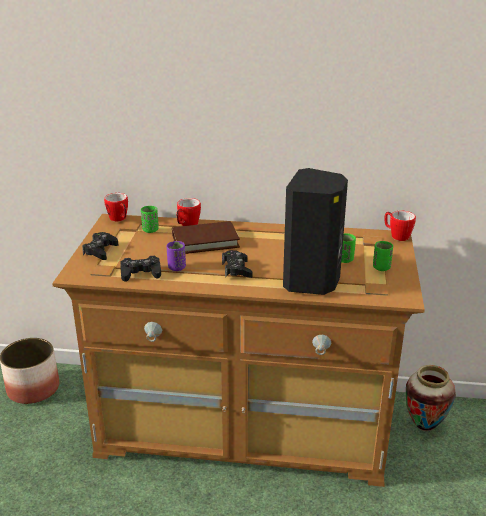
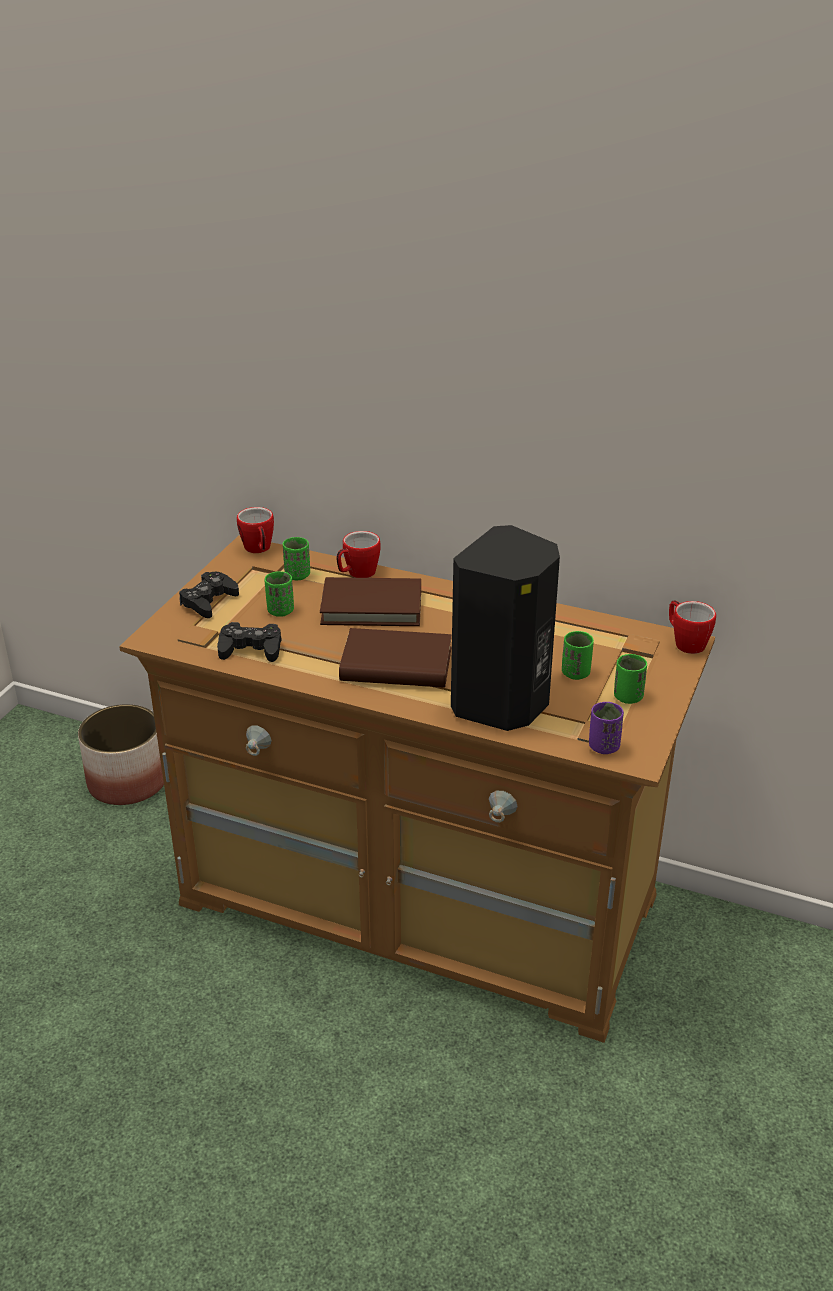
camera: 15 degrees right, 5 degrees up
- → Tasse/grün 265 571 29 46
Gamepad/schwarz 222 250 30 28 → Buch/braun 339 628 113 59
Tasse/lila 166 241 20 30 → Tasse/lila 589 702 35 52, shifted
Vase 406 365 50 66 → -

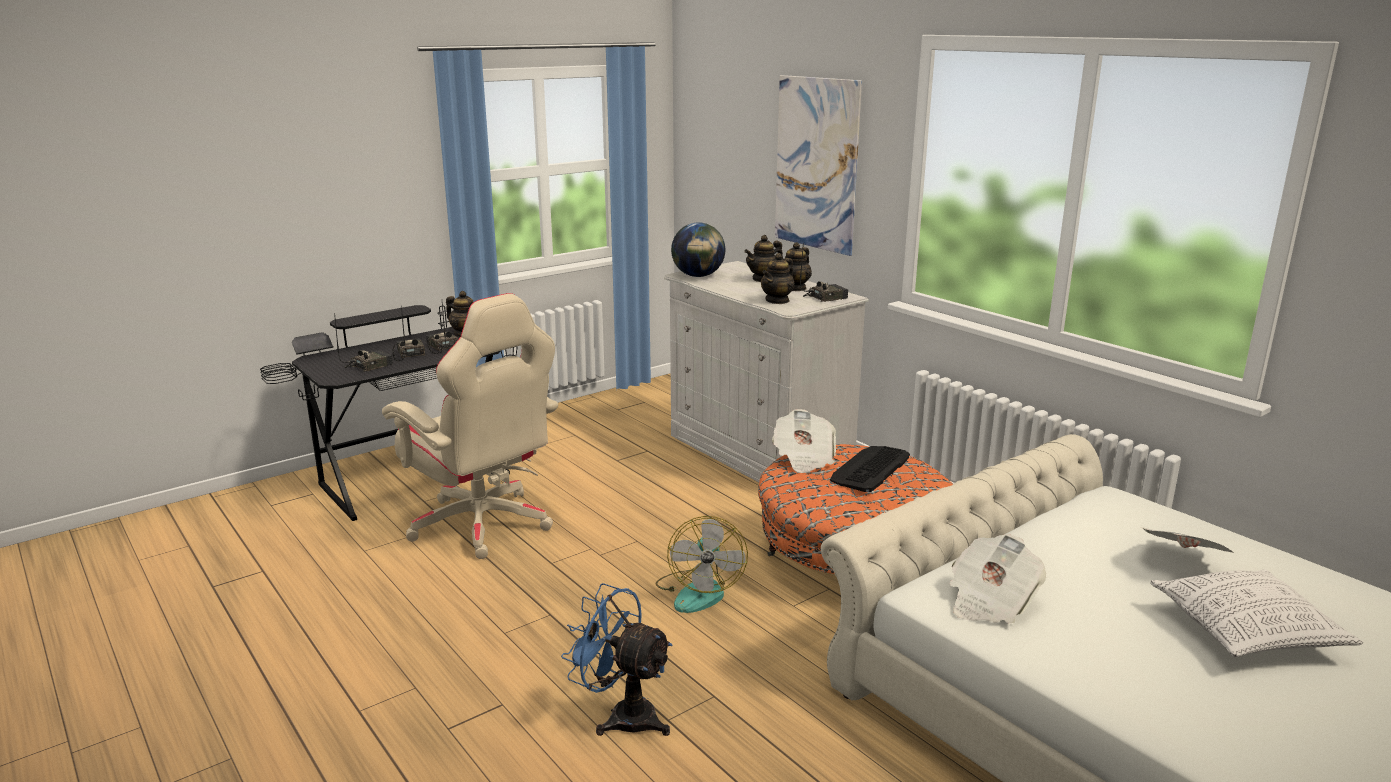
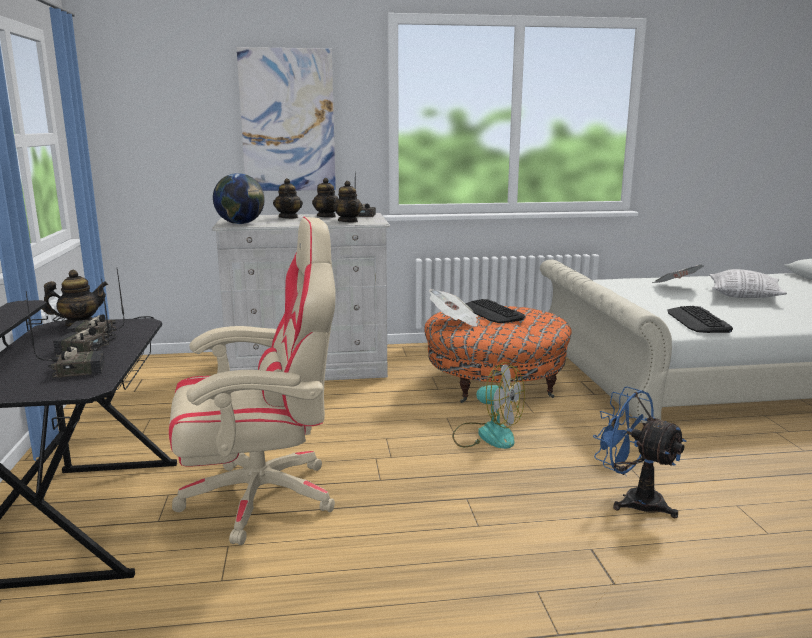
camera: 60 degrees left, 5 degrees down
Radio 334 313 59 59 → Radio 26 291 79 87, 90 degrees clockwise
Ventilator/blau 561 583 112 153 → Ventilator/blau 593 386 94 132, 75 degrees clockwise
Zeitung 950 534 96 90 → Tastatur 667 306 66 27

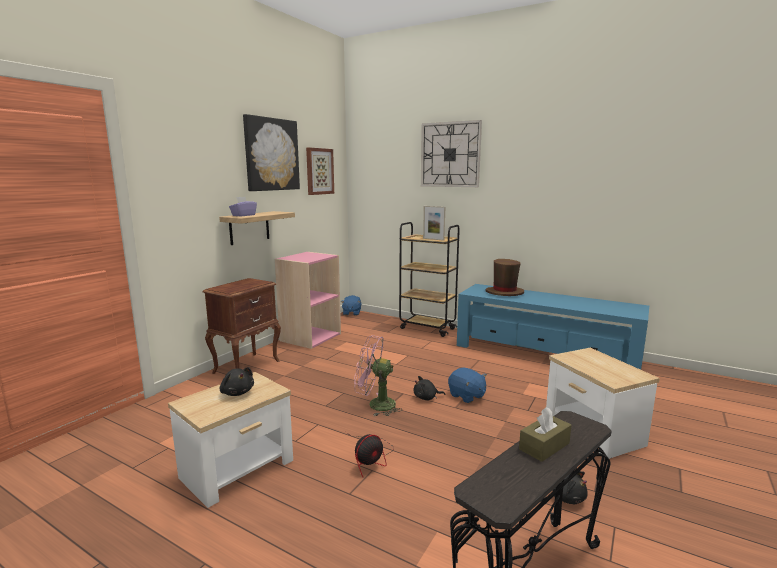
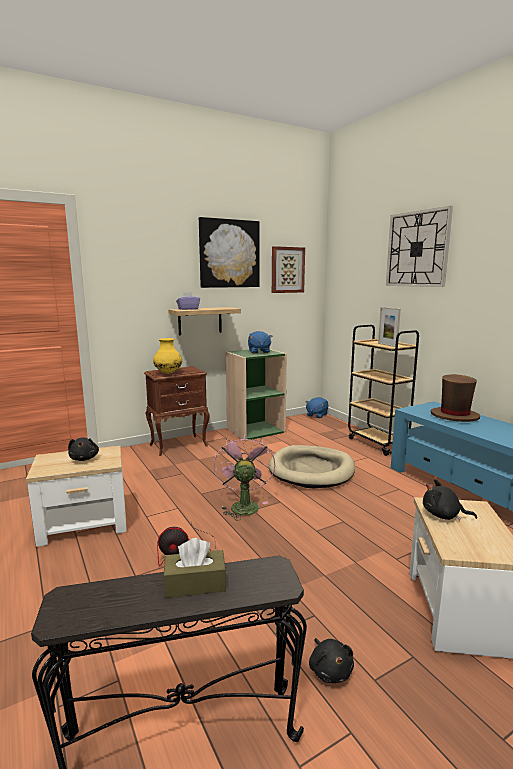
camera: 30 degrees right, 0 degrees up
- → Vase/gelb 153 338 29 36
Ventilator/rosa 354 335 48 81 → Ventilator/rosa 214 434 61 86, 45 degrees clockwise
Bücherregal/rosa 275 252 66 97 → Bücherregal/grün 226 349 61 92
Plüschtier/blau 448 367 39 36 → Plüschtier/blau 248 331 24 23, shifted
- → Hundebett/beige 269 445 86 43
Plüschtier/schwarz 414 376 31 24 → Plüschtier/schwarz 423 479 54 41, shifted

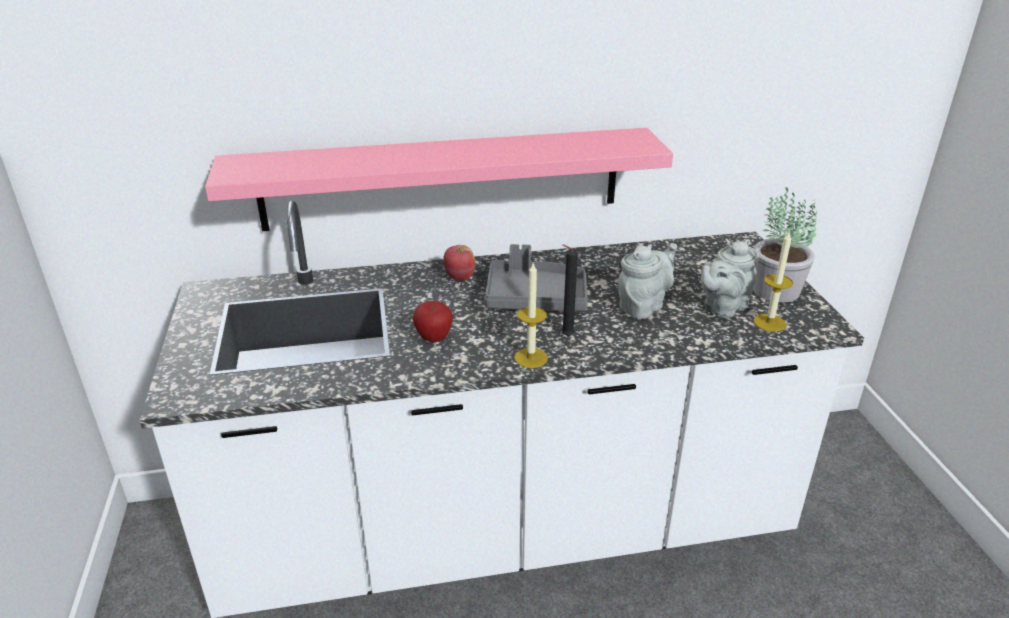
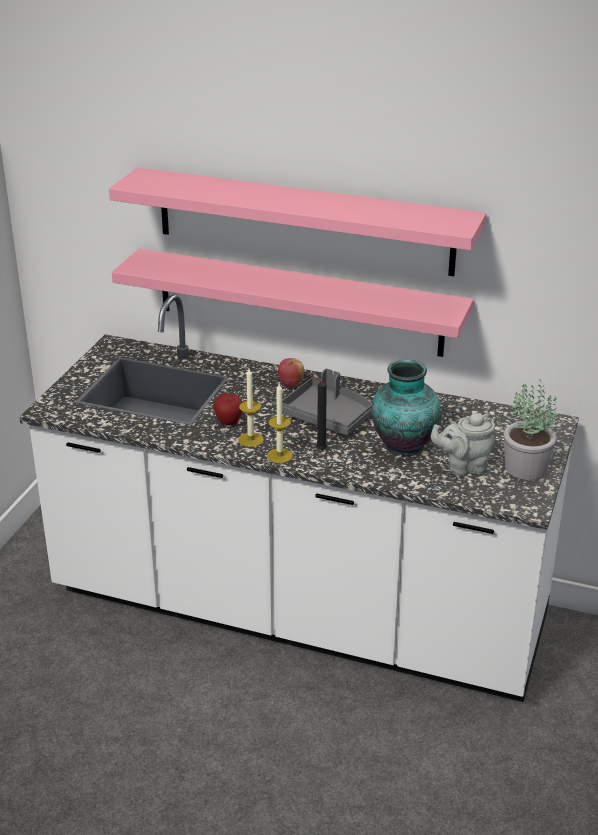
camera: 30 degrees right, 0 degrees up
- → Wandregal/rosa 109 167 377 109
Kerze 753 231 40 101 → Kerze 238 368 26 79, shifted
Teekanne/grau 618 243 59 76 → Vase 371 360 70 96

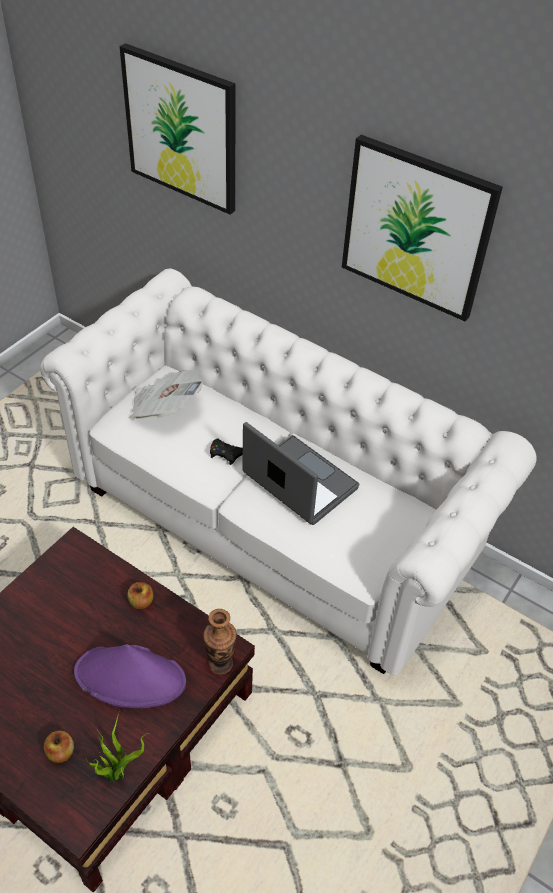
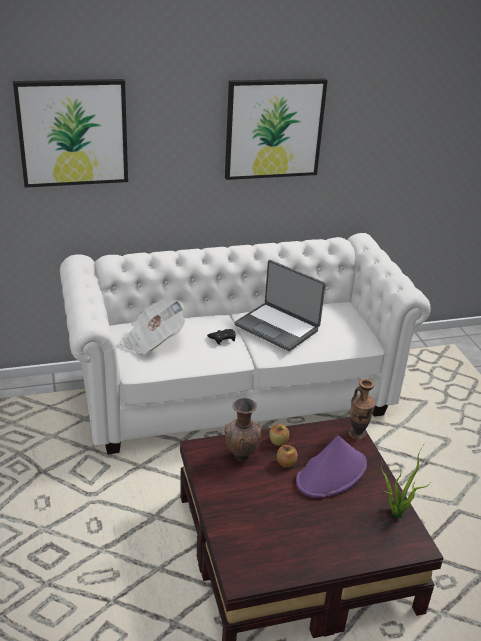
camera: 50 degrees left, 15 degrees down
- → Vase/braun 225 398 37 64
Laptop 242 422 117 103 → Laptop 234 260 92 91, 135 degrees counterclockwise
Apfel 44 731 30 32 → Apfel 277 445 21 23, shifted

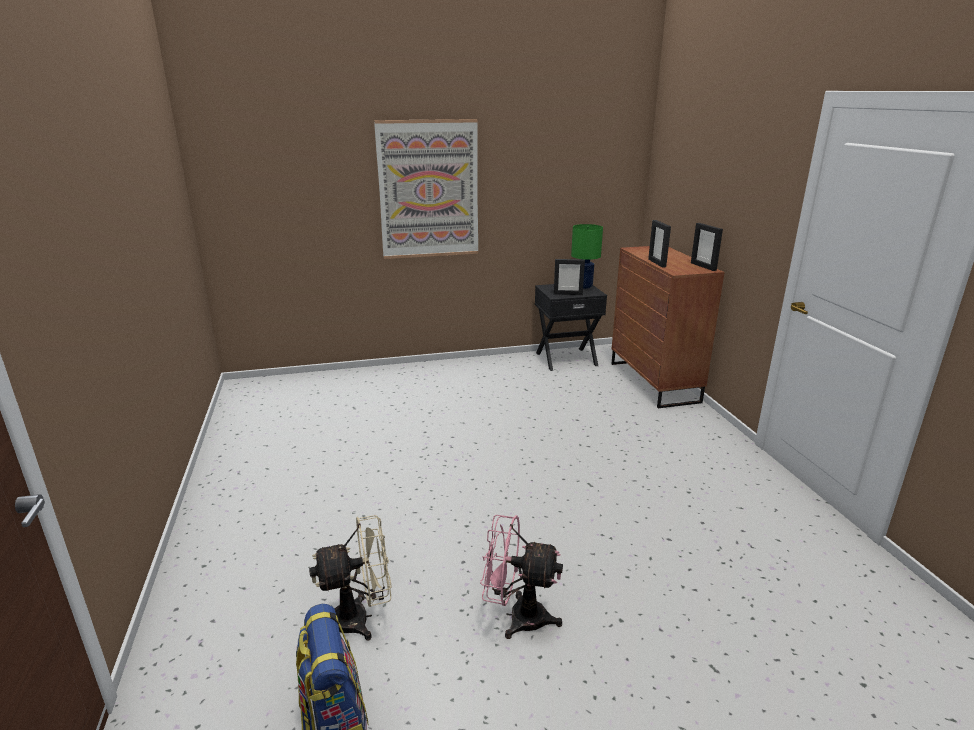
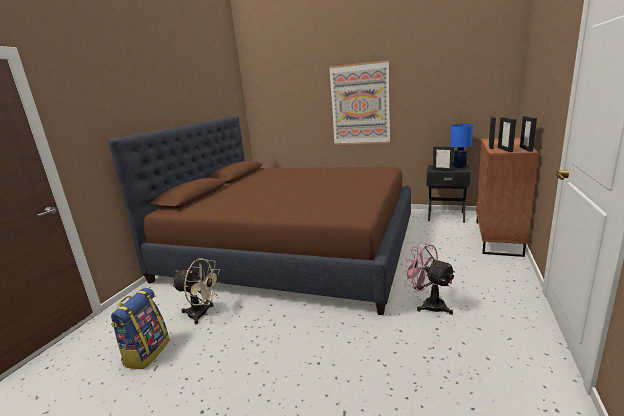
camera: 35 degrees right, 5 degrees down
- → Bett/braun 108 116 303 199
Ventilator/rosa 480 515 83 124 → Ventilator/rosa 402 242 53 73, shifted
Tischlampe/grün 571 224 32 65 → Tischlampe/blau 450 124 23 44
- → Bilderrahmen 498 117 18 35

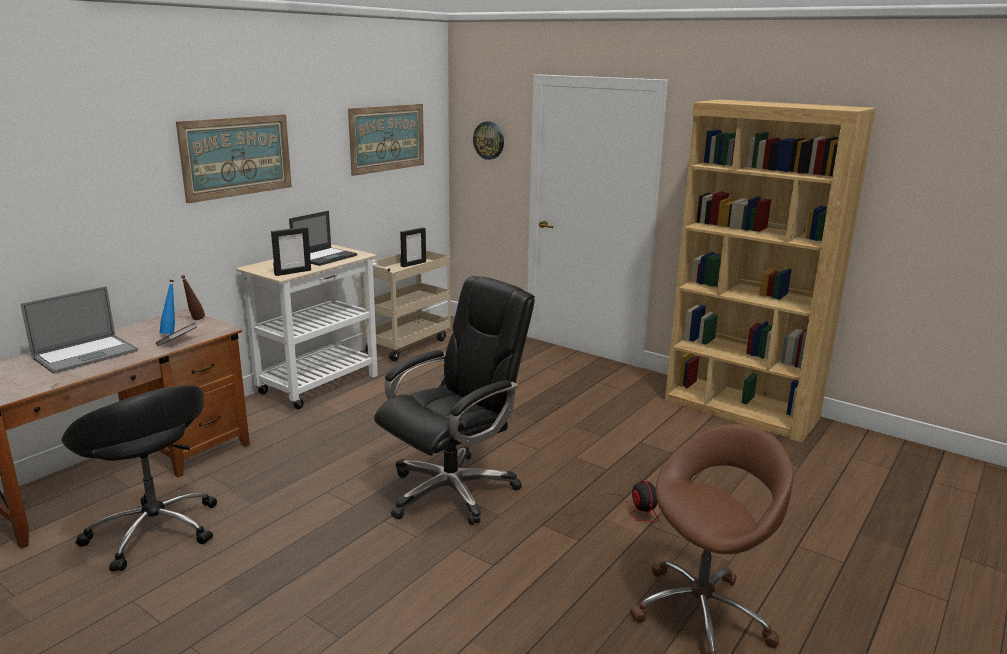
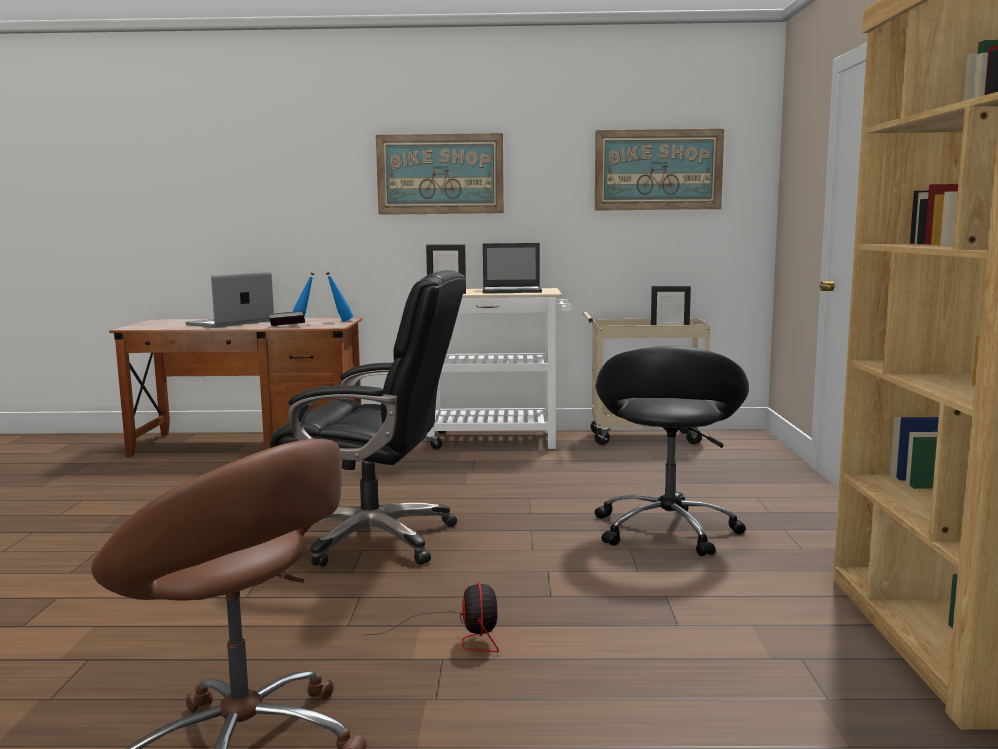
camera: 55 degrees right, 10 degrees down
Laptop 21 286 117 88 → Laptop 186 272 88 56, 120 degrees clockwise
Flasche/braun 181 275 24 45 → Flasche/blau 326 272 27 49
Ventilator 572 480 87 42 → Ventilator 368 582 131 70, 45 degrees counterclockwise
Bürostuhl/schwarz 61 385 156 186 → Bürostuhl/schwarz 595 346 154 210, shifted
Wanduhr 473 121 31 39 → -

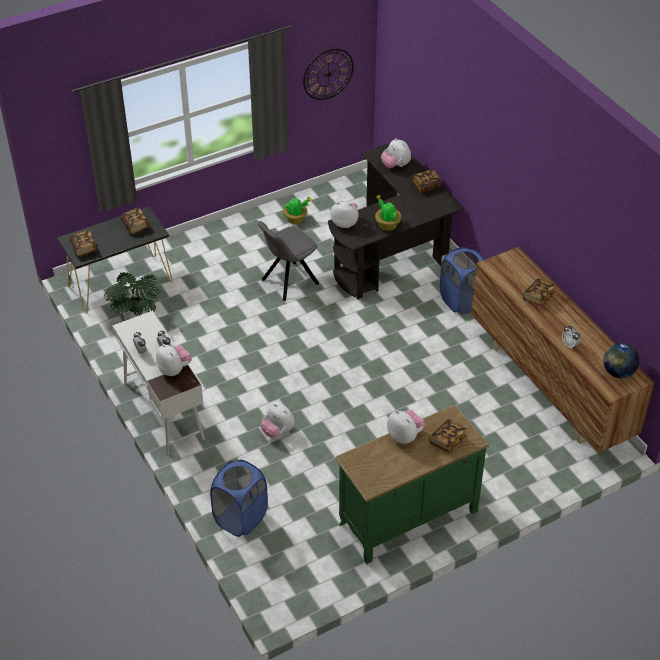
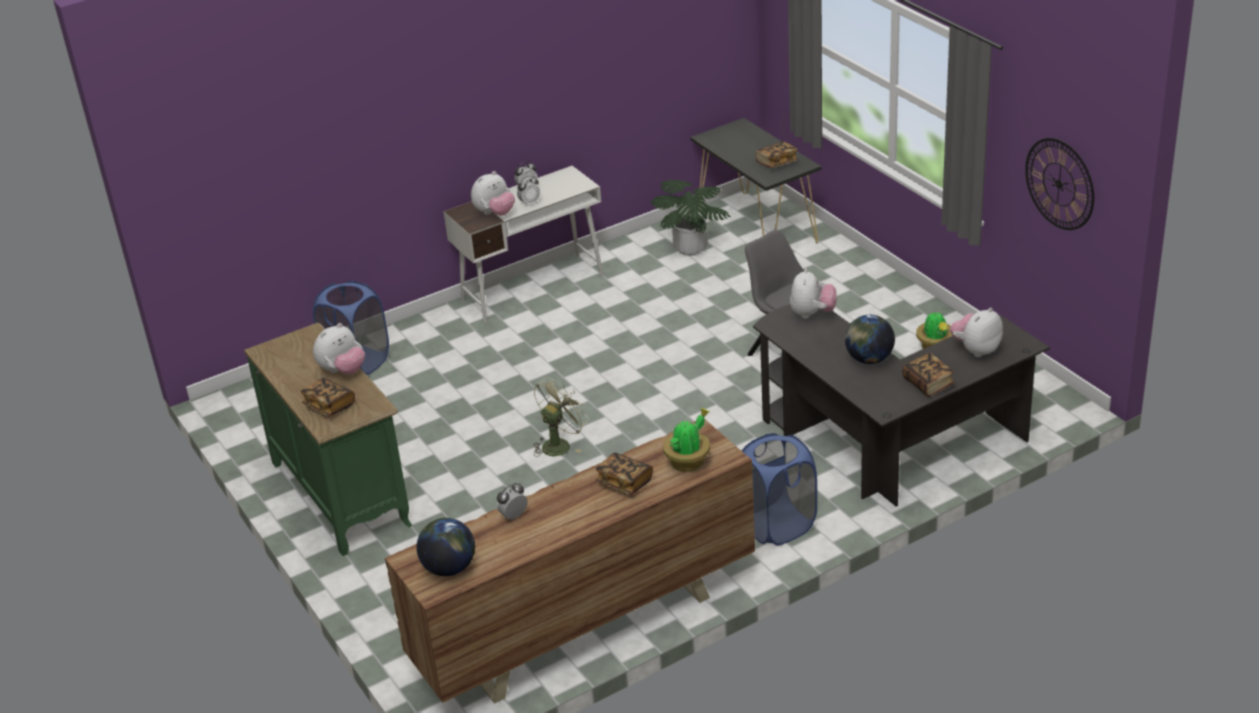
camera: 90 degrees right, 10 degrees down
- → Ventilator/grün 533 377 56 80
Topfpflanze 375 195 26 36 → Topfpflanze 663 408 47 64, shifted
- → Globus 845 315 50 49
Buch 70 230 27 27 → -
Plüschtier 261 404 34 34 → -

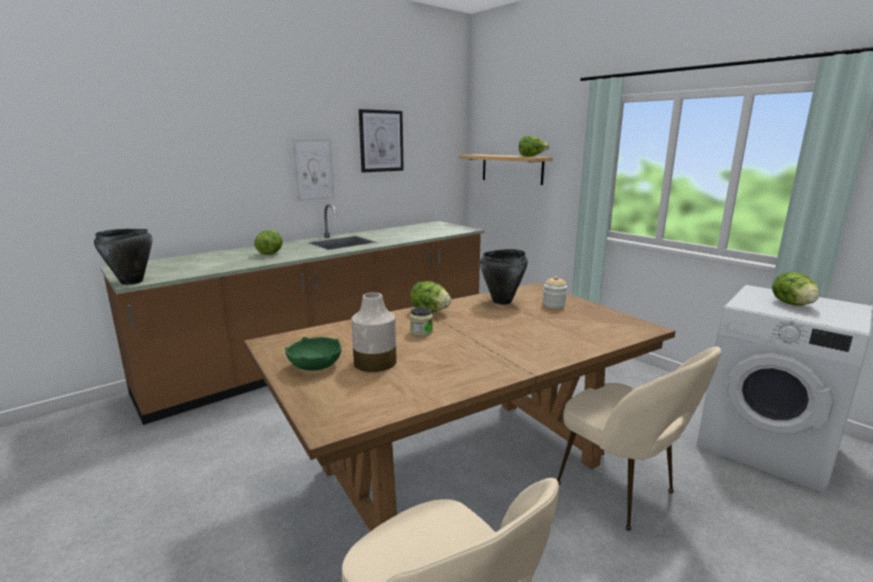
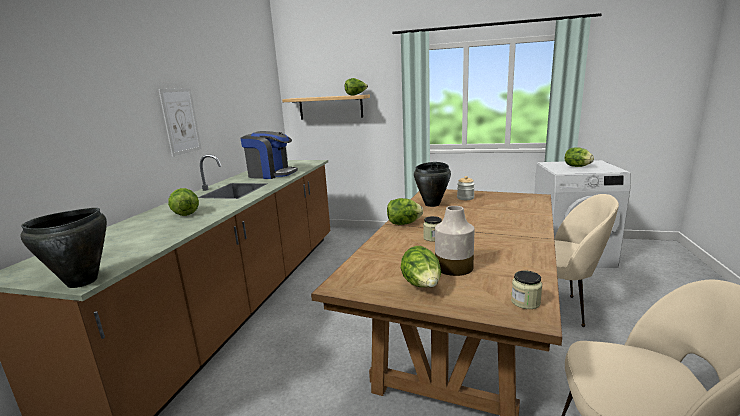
camera: 35 degrees left, 0 degrees up
- → Kaffeemaschine 240 131 58 48
Schüssel/grün 285 337 56 34 → Salatkopf 401 246 40 41
- → Vorratsglas 511 271 31 38
Bild 359 109 45 64 → -

